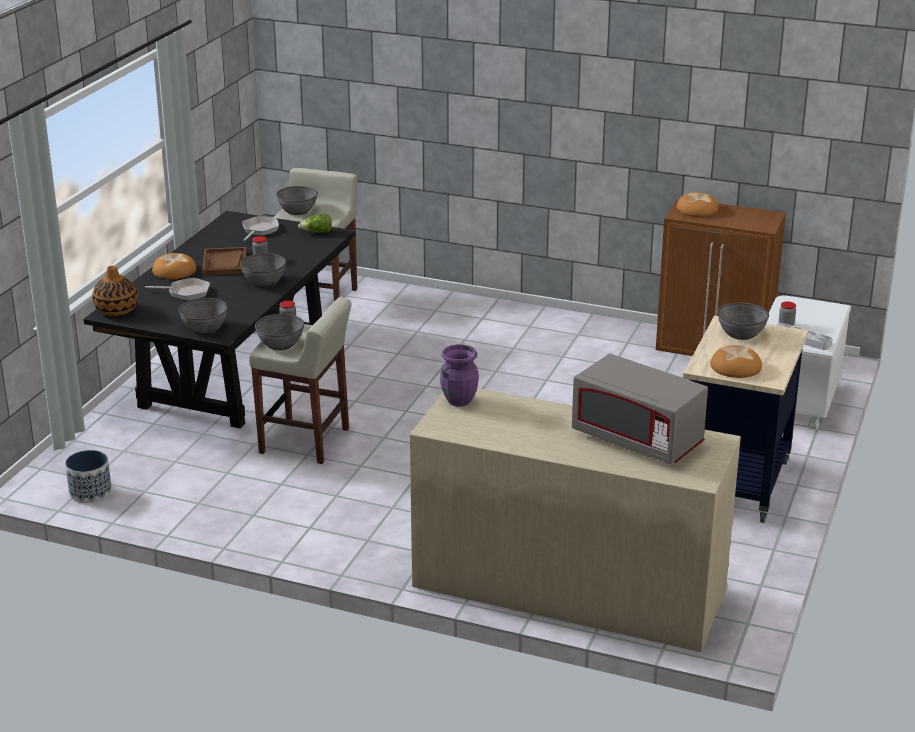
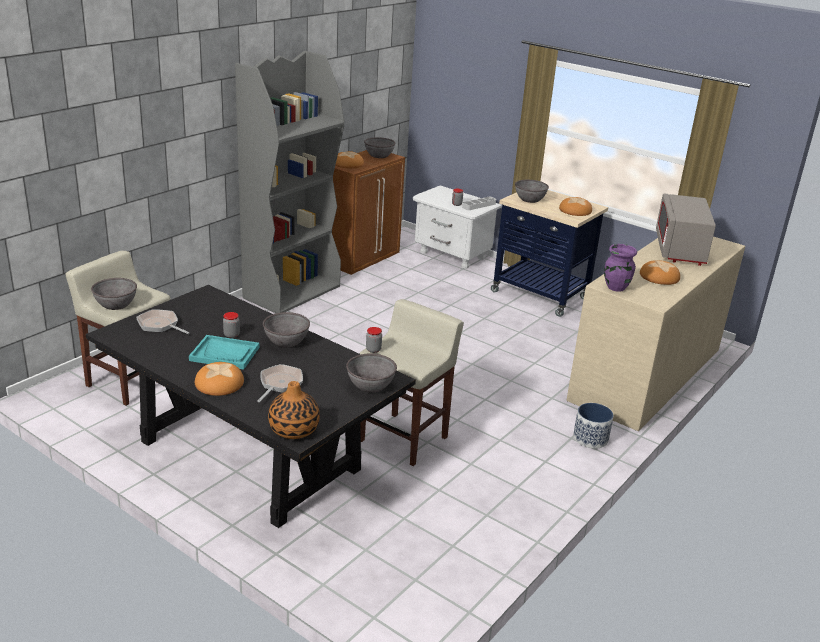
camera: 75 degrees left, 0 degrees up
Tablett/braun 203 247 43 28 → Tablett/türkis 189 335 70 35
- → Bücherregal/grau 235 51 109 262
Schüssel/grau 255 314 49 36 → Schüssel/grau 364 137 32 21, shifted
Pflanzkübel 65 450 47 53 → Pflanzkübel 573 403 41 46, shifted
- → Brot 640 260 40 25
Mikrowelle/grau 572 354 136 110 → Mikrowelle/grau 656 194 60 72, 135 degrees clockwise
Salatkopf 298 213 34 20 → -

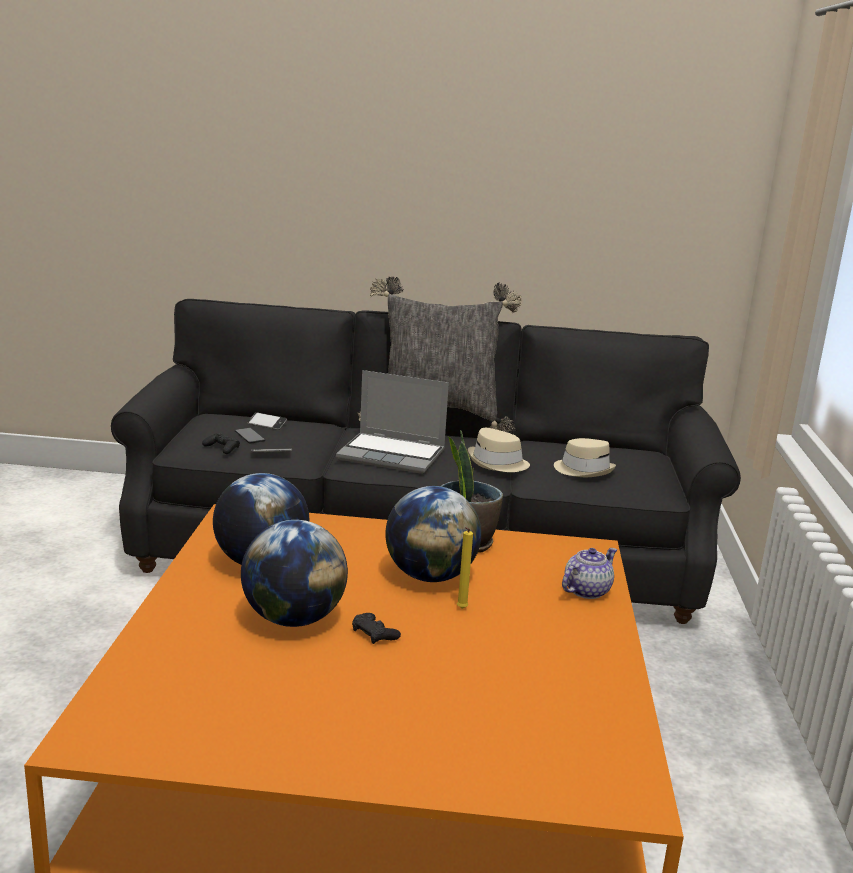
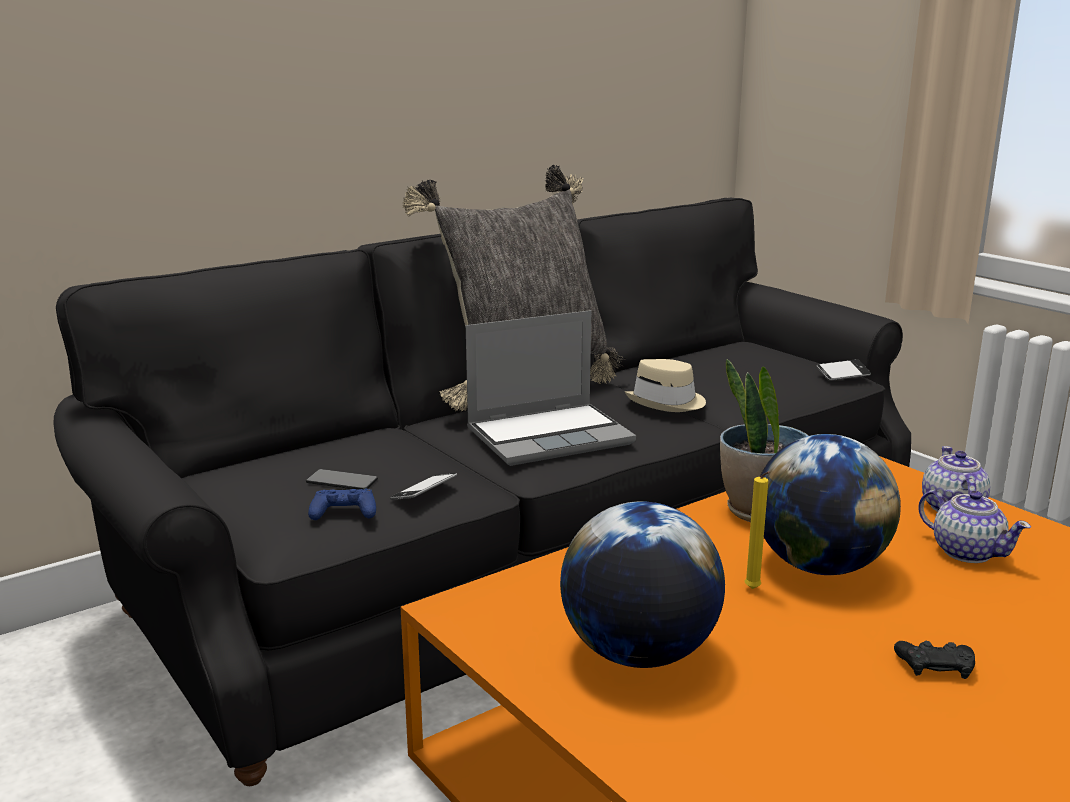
camera: 40 degrees left, 0 degrees up
Gamepad/schwarz 202 433 38 21 → Gamepad/blau 308 489 68 31
Kerze/gelb 457 527 16 82 → Kerze/gelb 745 472 24 117, shifted
Handy 247 412 40 18 → Handy 816 359 55 22, shifted
- → Teekanne 918 490 113 73
Globus 241 520 107 107 → -
Hut/beige 554 438 62 39 → -

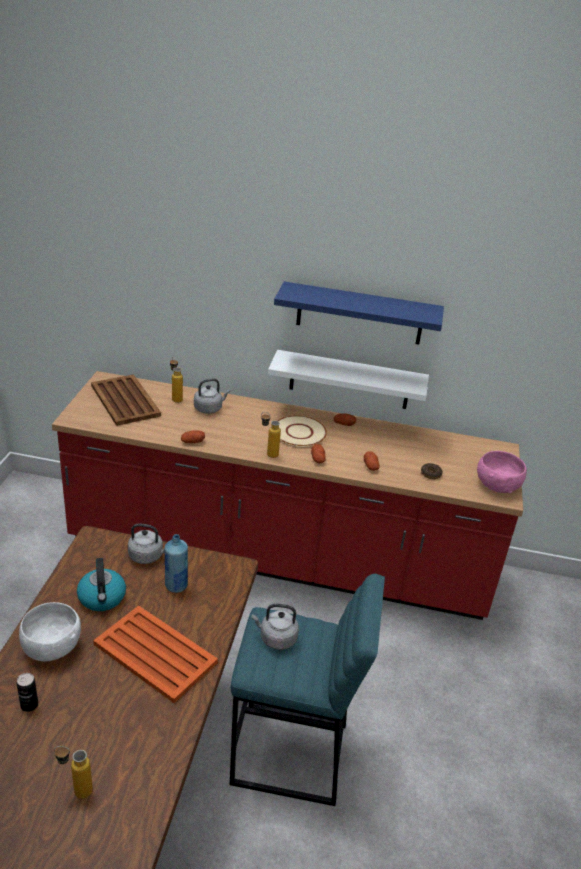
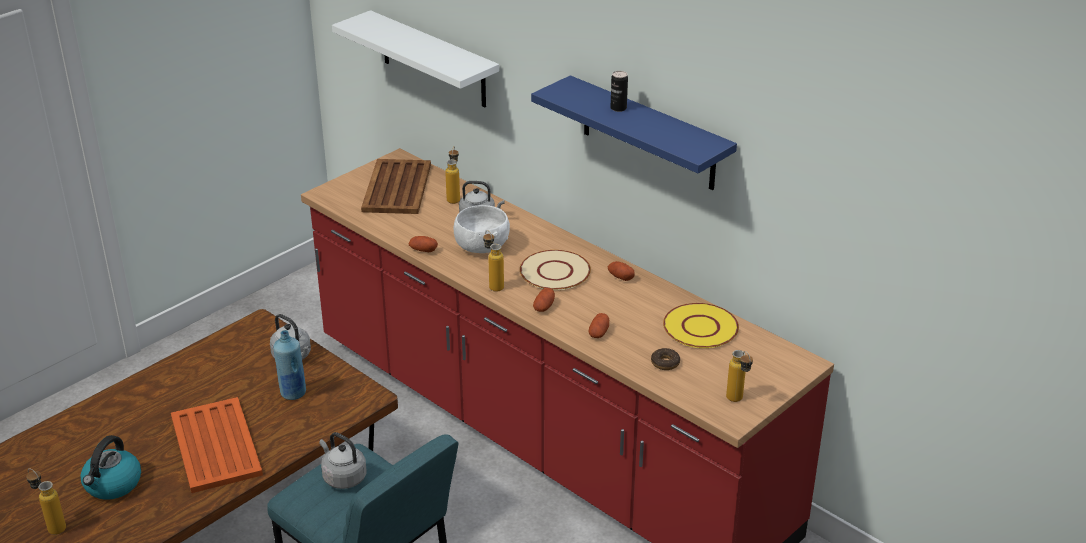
camera: 35 degrees right, 0 degrees up
Wasserkessel 77 558 49 53 → Wasserkessel 80 435 61 65, shifted
Wandregal/weiß 268 350 161 59 → Wandregal/weiß 332 10 167 97, shifted
Schüssel/weiß 19 602 62 59 → Schüssel/weiß 454 205 56 48, shifted
Dose 17 673 21 39 → Dose 610 71 18 41, shifted
- → Teller/gelb 663 303 76 45
Schüssel/rosa 477 451 50 42 → Flasche 726 350 27 52

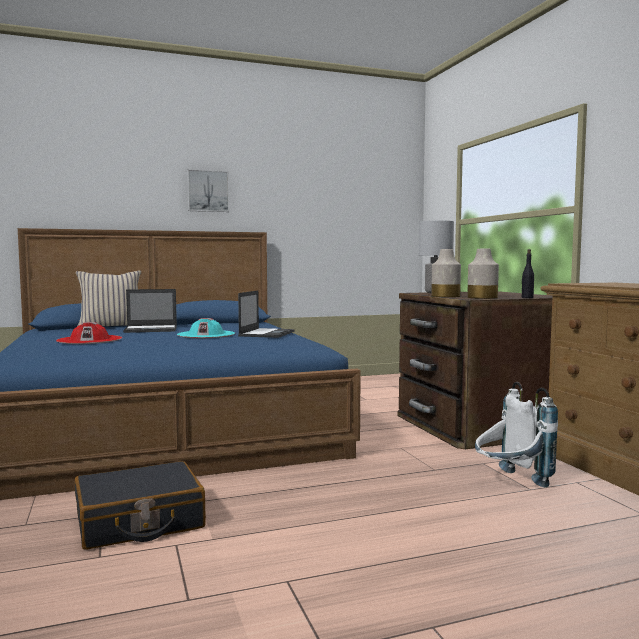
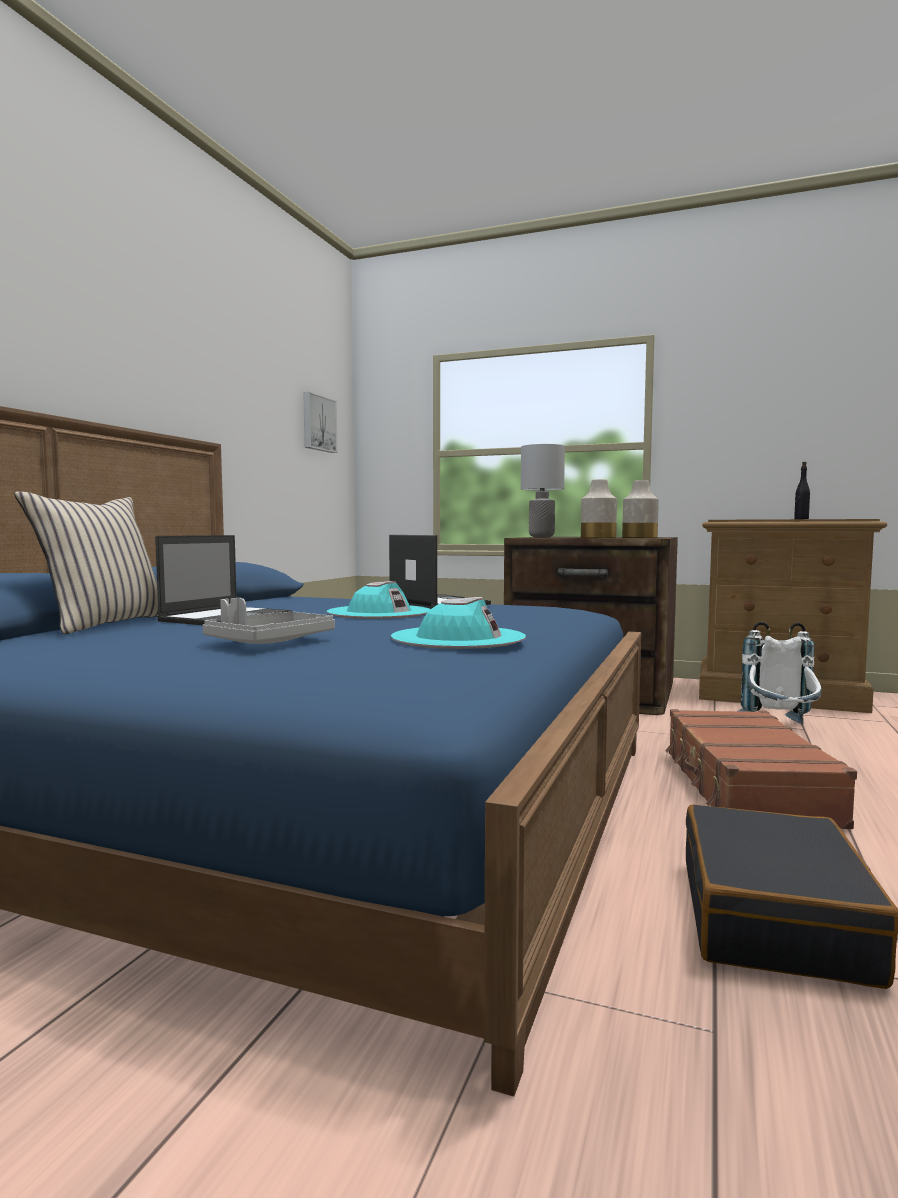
camera: 50 degrees left, 0 degrees up
Hut/rot 56 322 66 22 → Tablett/grau 202 598 133 46
Bild 187 169 42 43 → Bild 303 392 35 61, shifted
- → Hut/türkis 391 597 135 52
- → Koffer/braun 665 709 192 120
Flasche/schwarz 522 249 12 49 → Flasche/schwarz 794 462 16 57, shifted

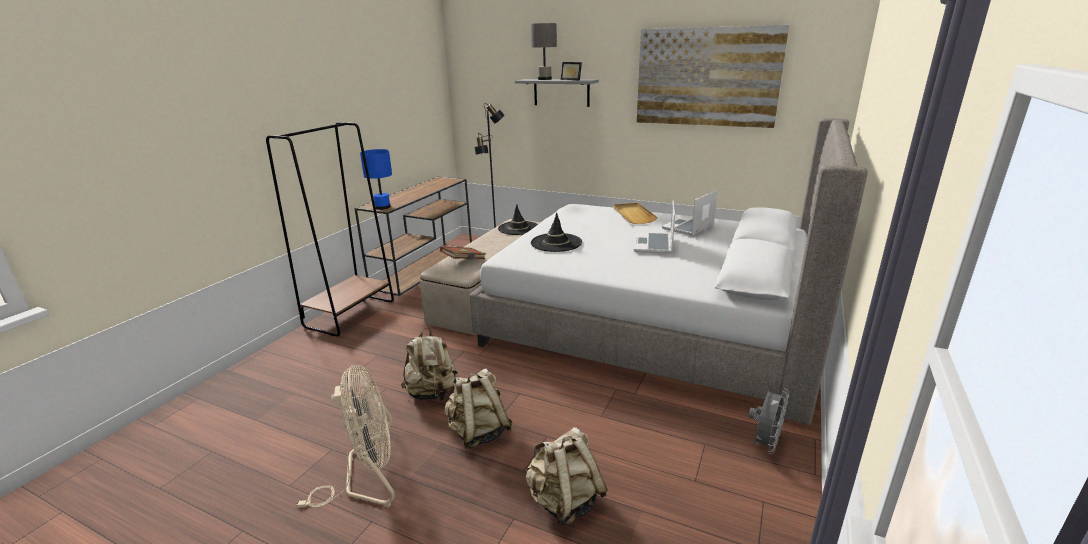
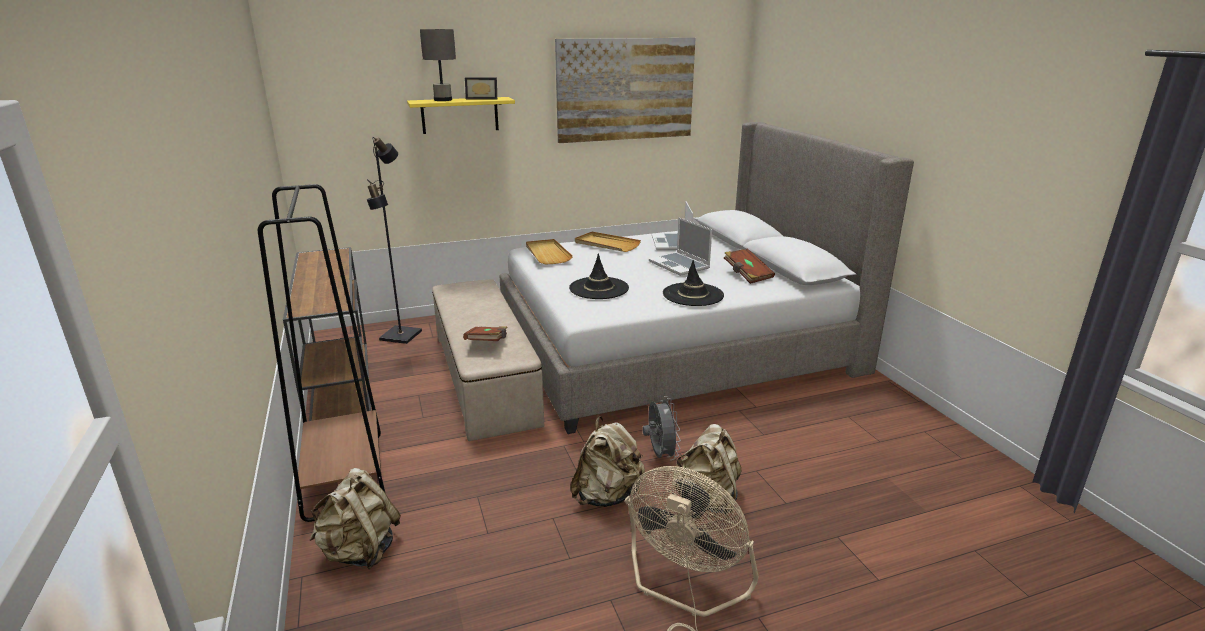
camera: 45 degrees left, 0 degrees up
Rucksack/beige 526 427 82 99 → Rucksack/beige 309 468 92 101, shifted
Wandregal/grau 515 79 84 28 → Wandregal/gelb 407 97 108 37
- → Tablett/beige 526 239 47 26
Ventilator/grau 749 389 40 65 → Ventilator/grau 642 396 39 64, shifted
Hut/schwarz 498 204 40 31 → Hut/schwarz 663 260 61 46, shifted
- → Buch/braun 724 248 51 36
Tischlampe/blau 360 149 32 61 → -

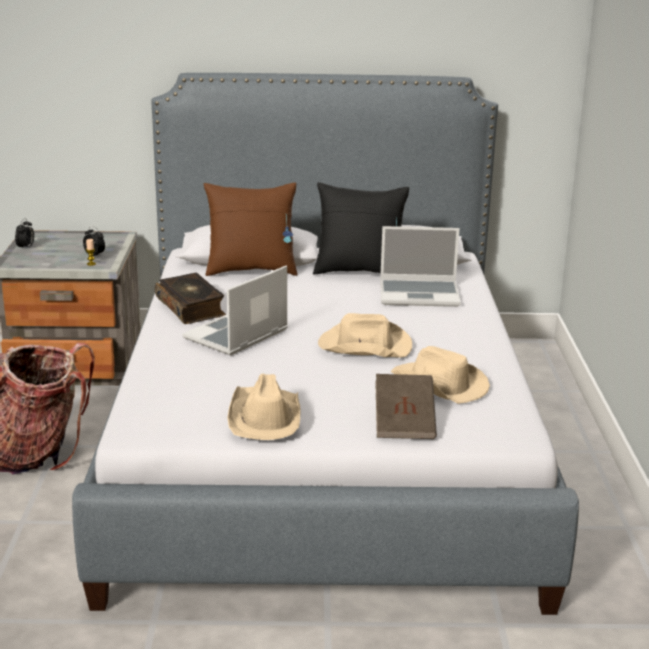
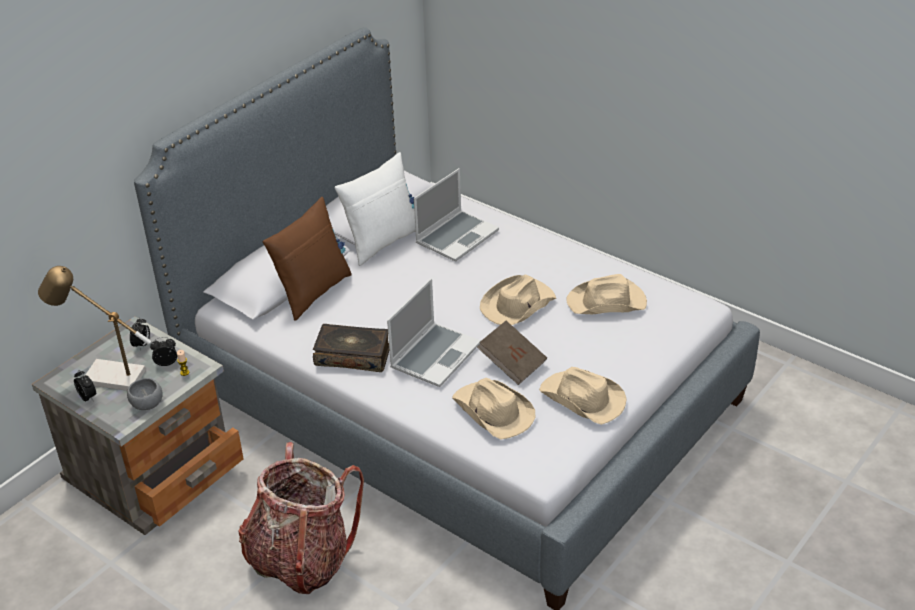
camera: 50 degrees left, 15 degrees up
- → Tischlampe 38 266 113 125
- → Schüssel/grau 127 378 36 32
- → Wecker 130 317 20 33
Kissen/schwarz 313 182 96 92 → Kissen/weiß 334 152 82 114
Laptop 182 266 106 89 → Laptop 387 278 94 109, 135 degrees counterclockwise
- → Hut/beige 452 378 84 62
Buch/braun 375 374 62 65 → Buch/braun 477 321 70 64, shifted

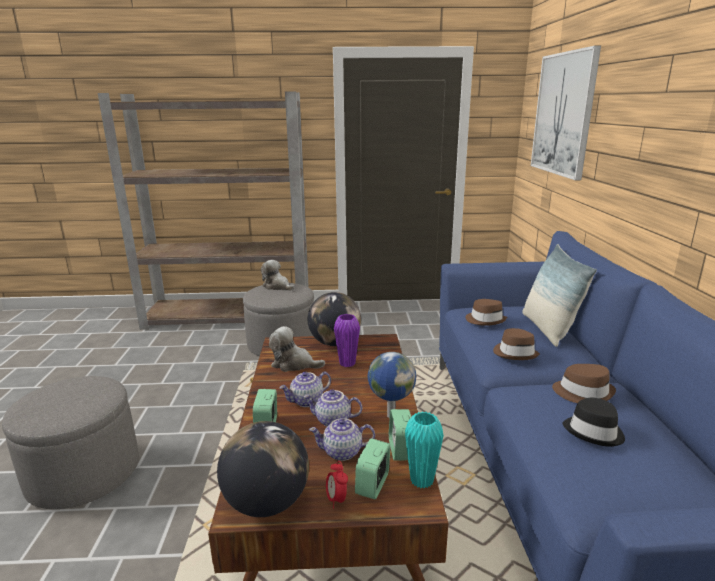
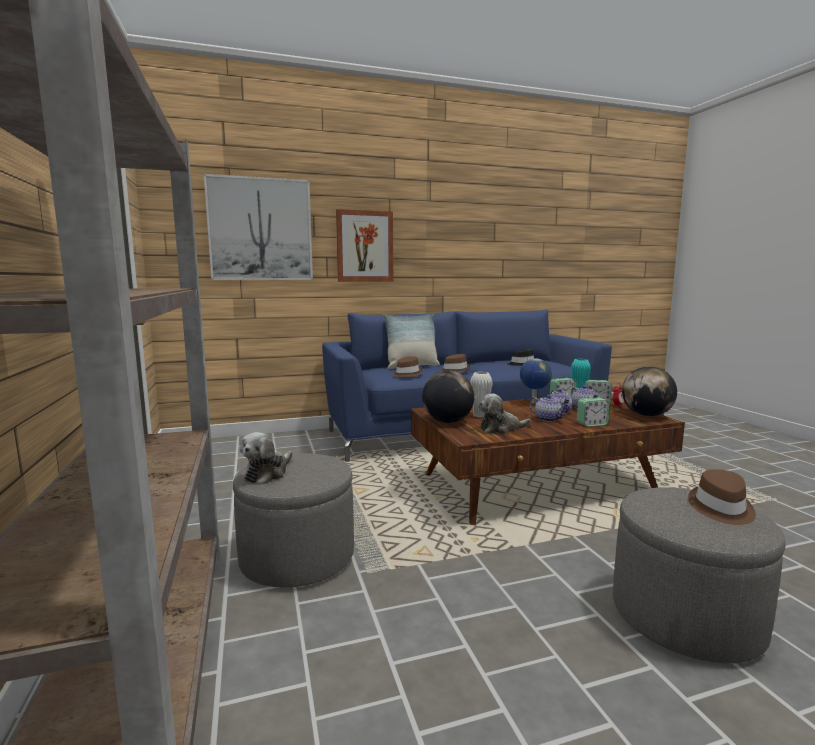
camera: 105 degrees left, 10 degrees down
- → Bild 336 209 57 73
Vase/lila 334 314 26 53 → Vase/weiß 470 372 22 46
Plüschtier 269 326 56 46 → Plüschtier 479 394 52 40, 75 degrees clockwise
Hut/braun 552 364 64 39 → Hut/braun 688 469 68 56, shifted

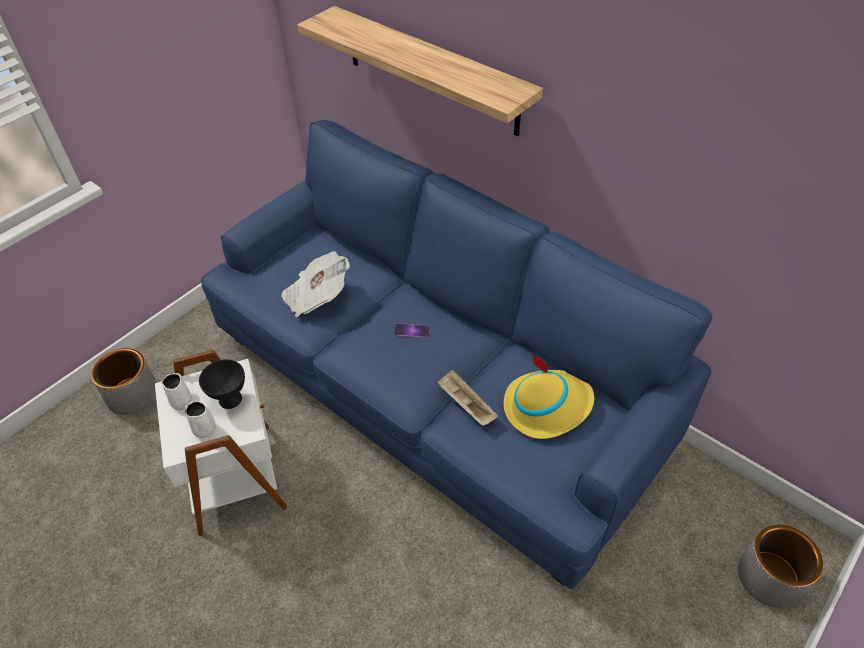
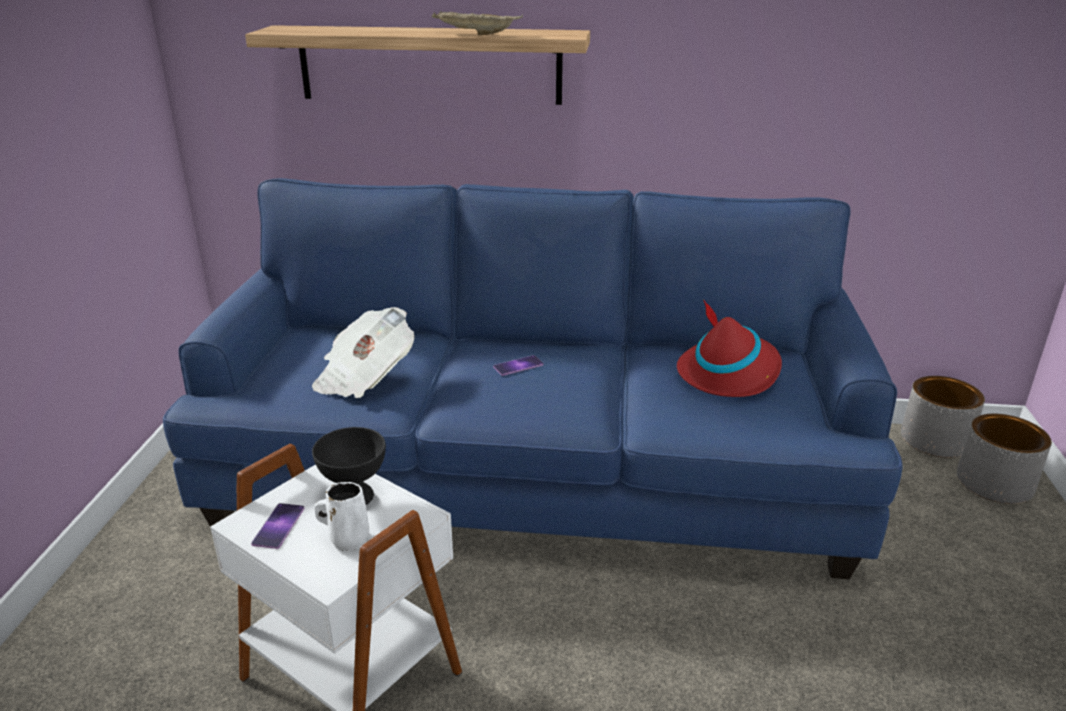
camera: 35 degrees left, 20 degrees down
Henkelbecher/weiß 162 373 30 37 → Handy 251 503 53 46
Tablett/beige 437 370 61 56 → Tablett/beige 432 10 91 25, shifted
Hut/gelb 504 353 90 86 → Hut/rot 677 300 105 97
Pflanzkübel/grau 91 348 66 67 → Pflanzkübel/grau 901 376 84 82, shifted

